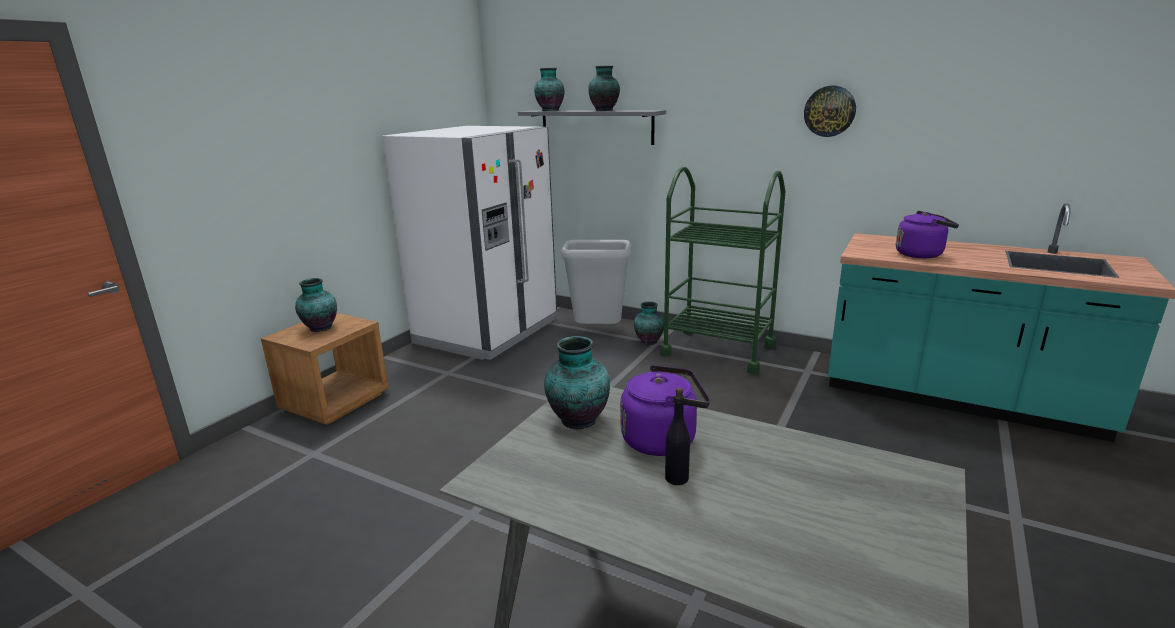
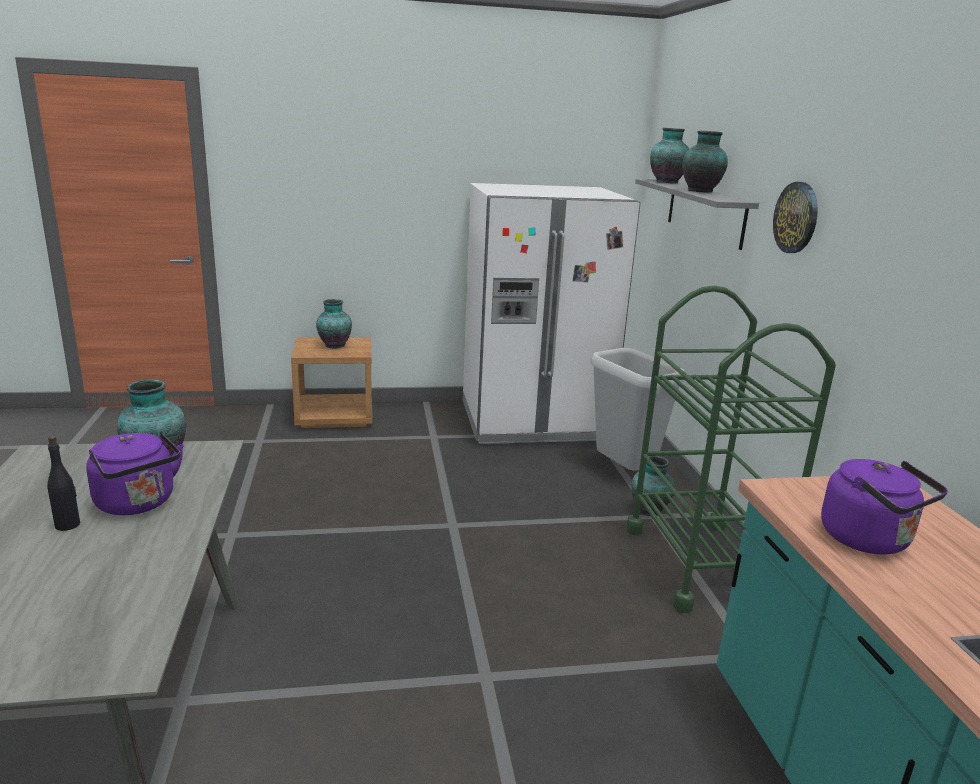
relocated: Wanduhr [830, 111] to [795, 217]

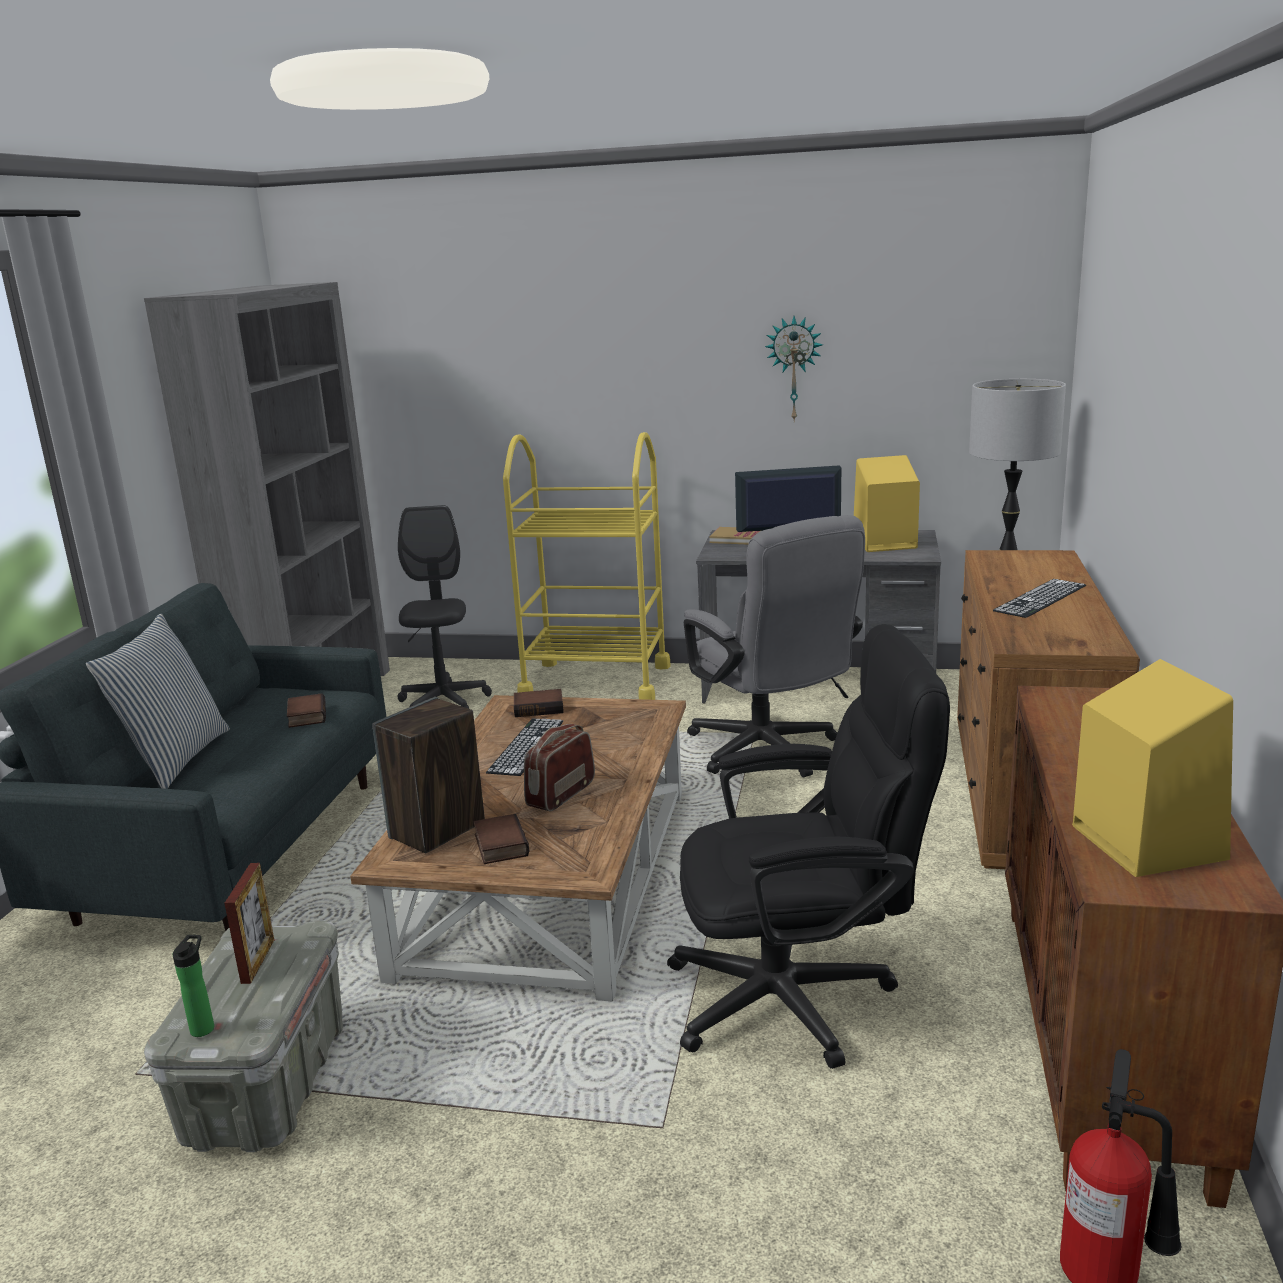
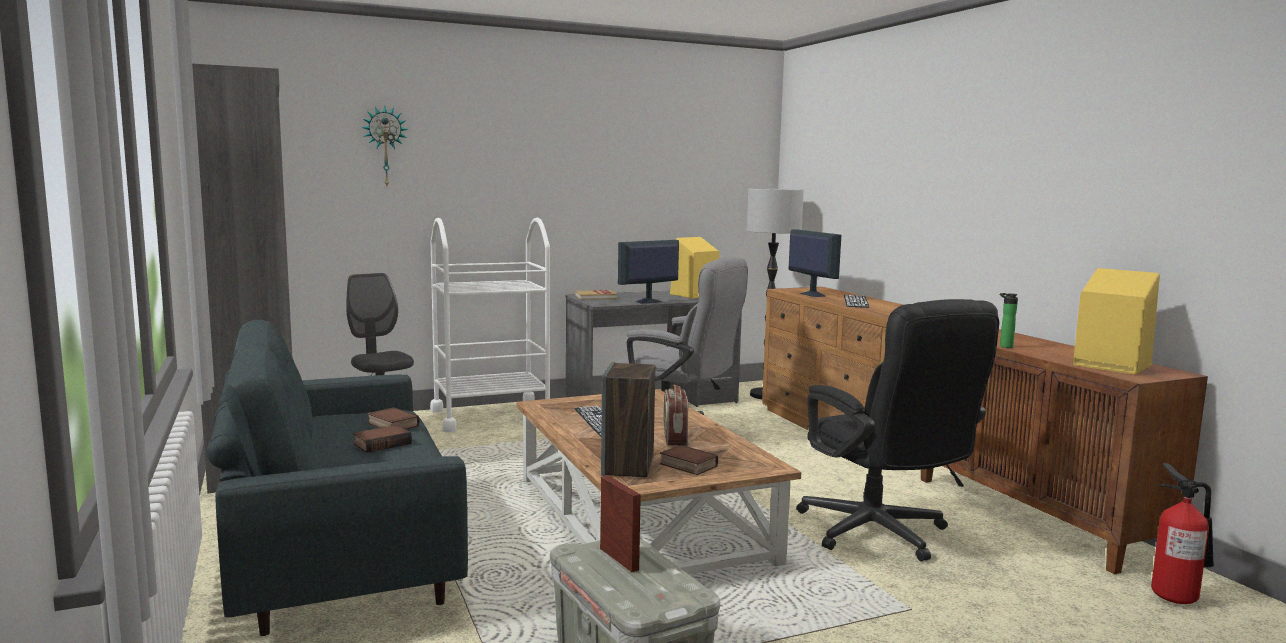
missing: Kissen [158, 701]
appeared: Monitor [815, 263]
relocated: Flasche [193, 986] to [1009, 320]; Buch [539, 703] to [382, 439]; Wanduhr [794, 369] to [385, 145]
colour: Rollwagen (gelb) [587, 566] to Rollwagen (weiß) [490, 324]
spun: Bürostuhl (schwarz) [808, 846] = [897, 430] 105 degrees clockwise

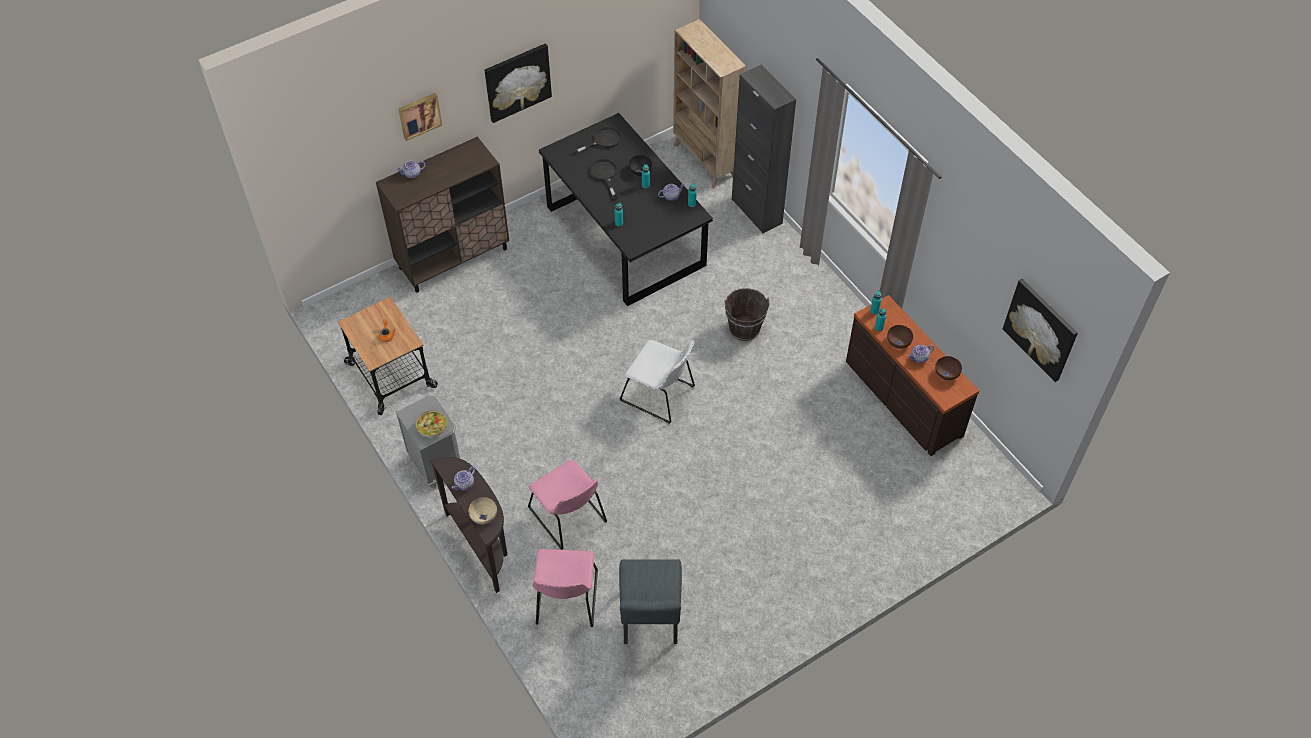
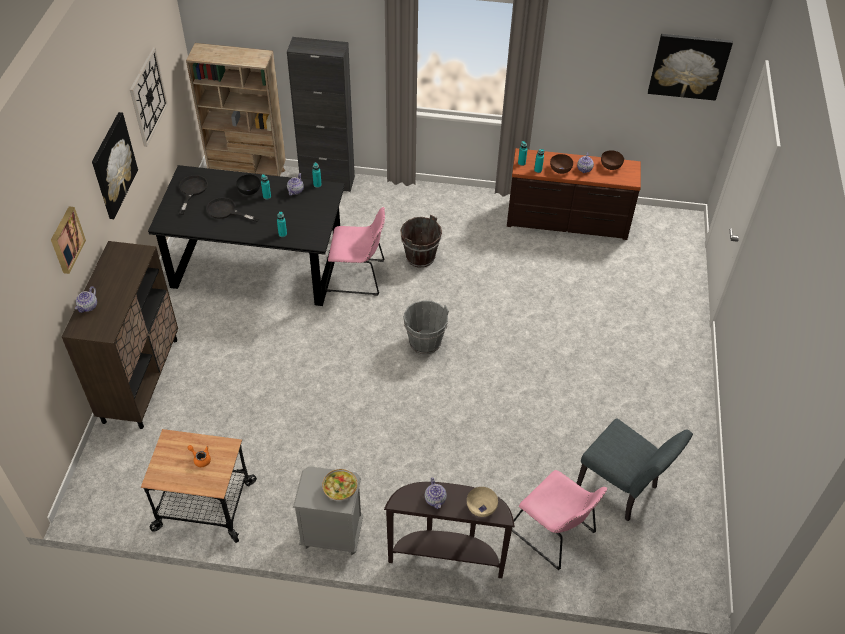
appeared: Wanduhr [149, 97]
relocated: Stuhl (rosa) [567, 505] to [355, 251]
exchanged: Stuhl (weiß) [657, 382] to Eimer (grau) [426, 328]

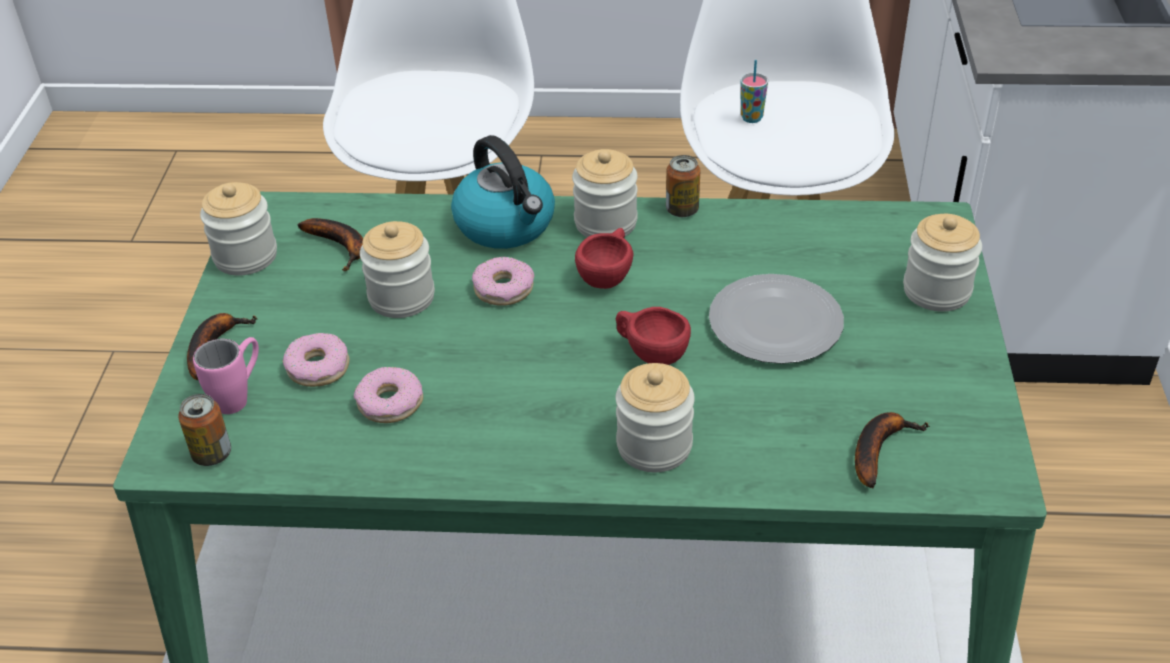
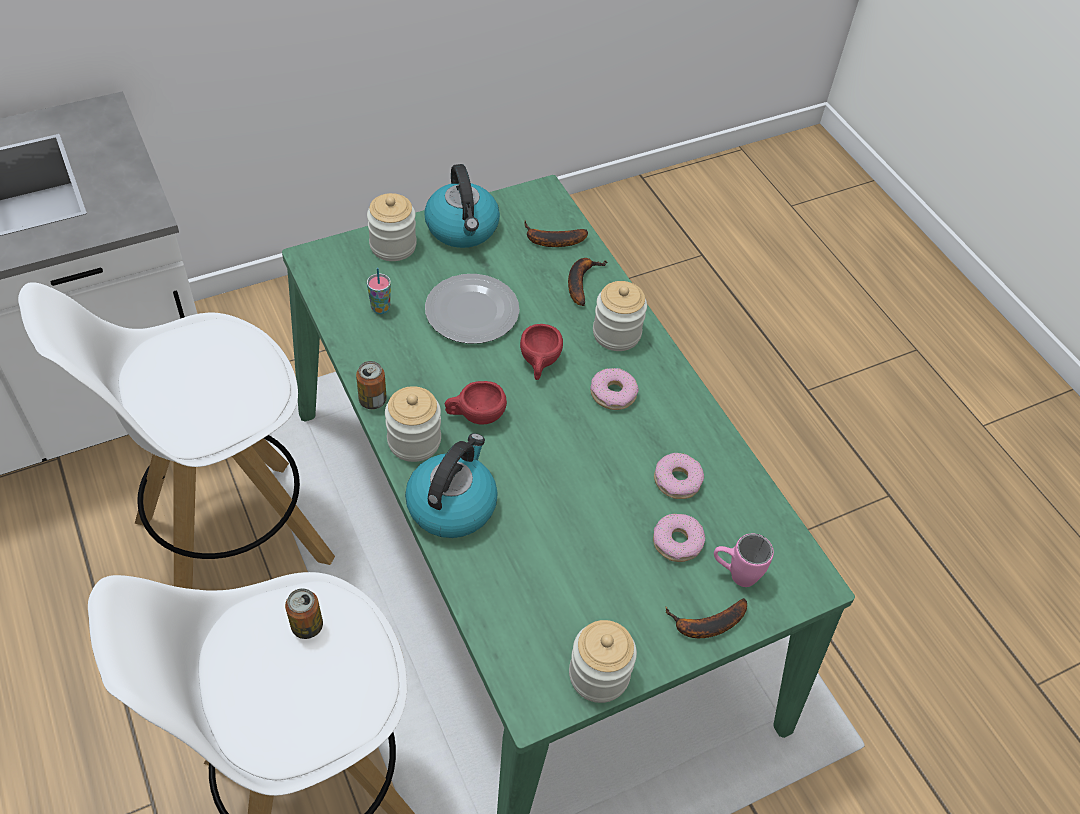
missing: Vorratsglas [397, 269]
appeared: Wasserkessel [462, 206]
relocated: Dose [204, 430] to [304, 613]; Banane [330, 244] to [587, 282]; Donut [503, 281] to [614, 389]; Tasse [754, 91] to [379, 291]

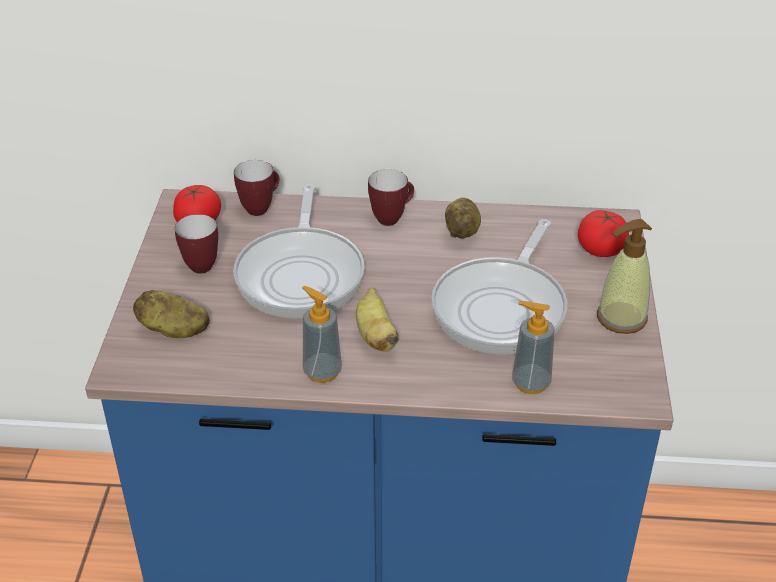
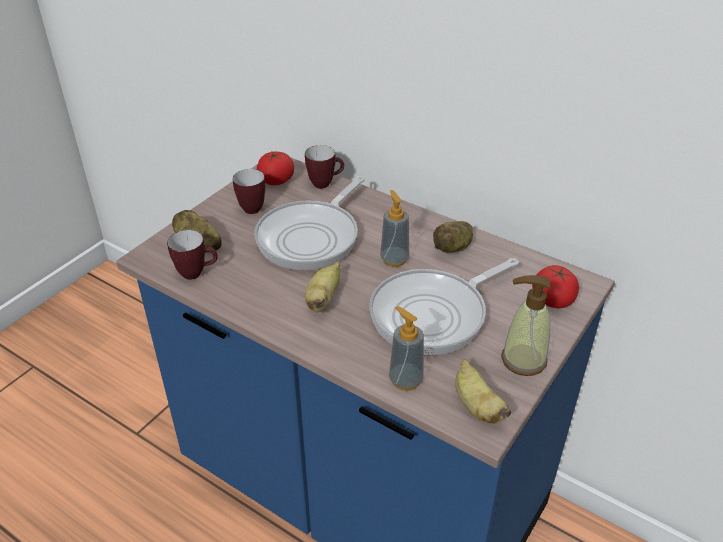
appeared: Banane [483, 391]
relocated: Seifenspender [322, 334] to [394, 228]; Henkelbecher [391, 197] to [192, 255]

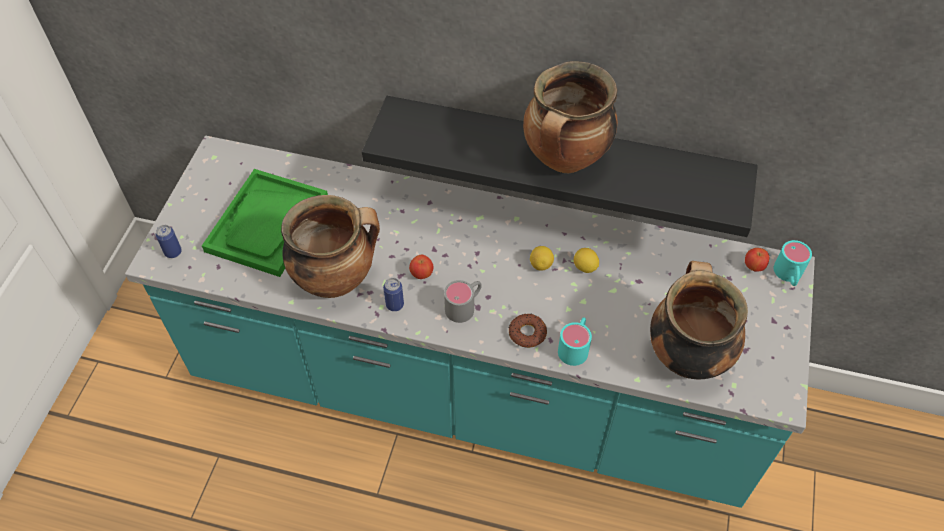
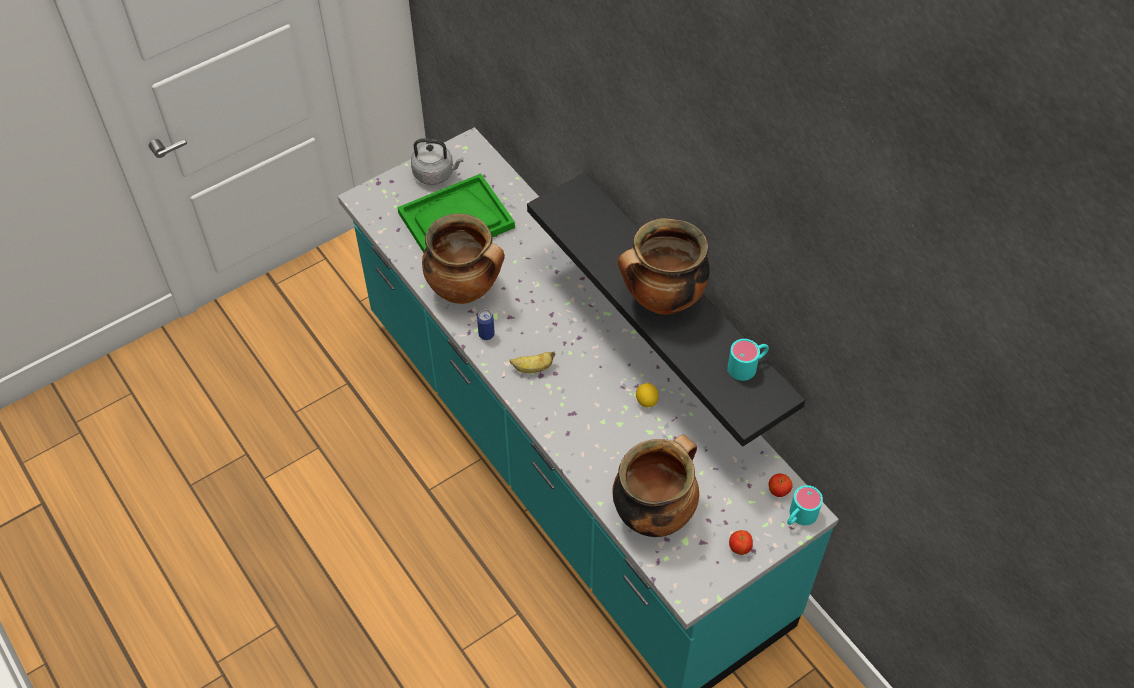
missing: Dose [169, 241]; Donut [528, 331]; Zitrone [542, 258]
appeared: Wasserkessel (grau) [437, 161]
relocated: Apfel [421, 267] to [741, 542]; Henkelbecher (türkis) [575, 341] to [748, 360]
exchanged: Henkelbecher (grau) [463, 301] to Banane [533, 362]

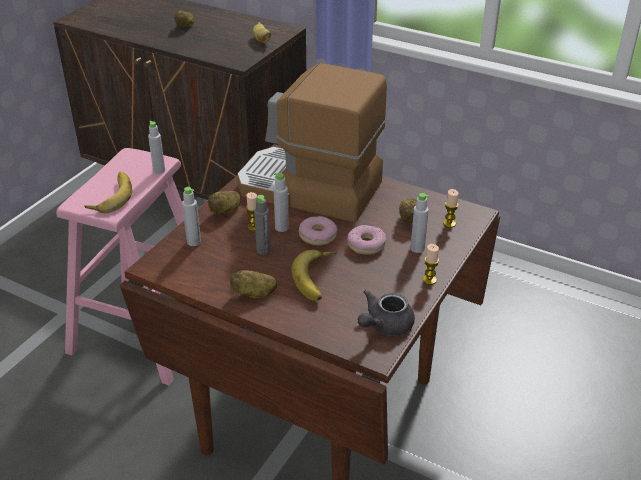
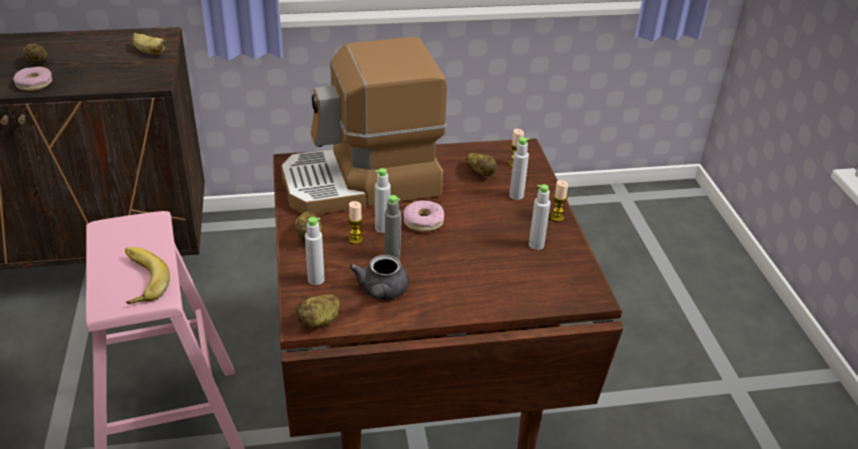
missing: Banane [314, 275]
relocated: Flasche (grau) [156, 147] to [540, 217]; Kartoffel [253, 284] to [318, 311]; Donut [367, 240] to [32, 78]; Teekanne (grau) [386, 313] to [379, 277]

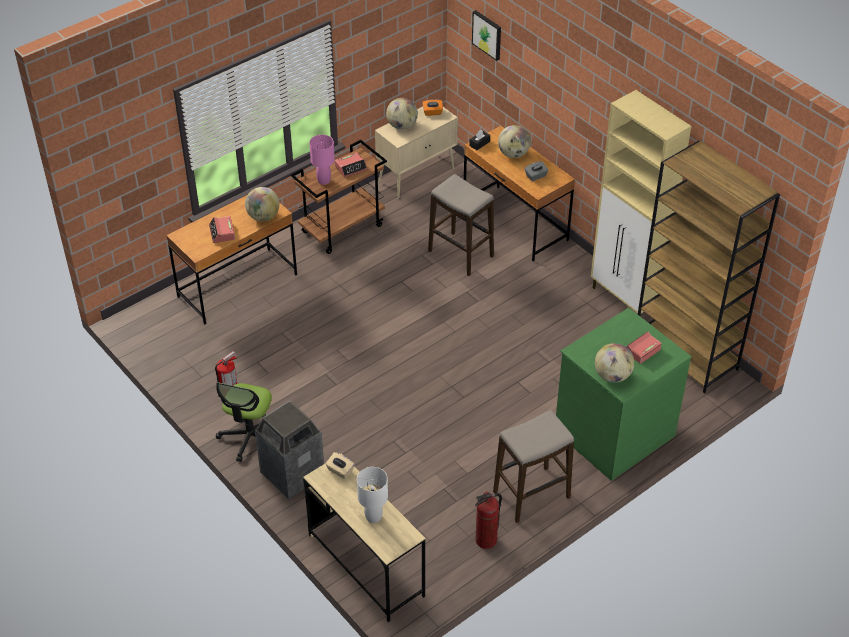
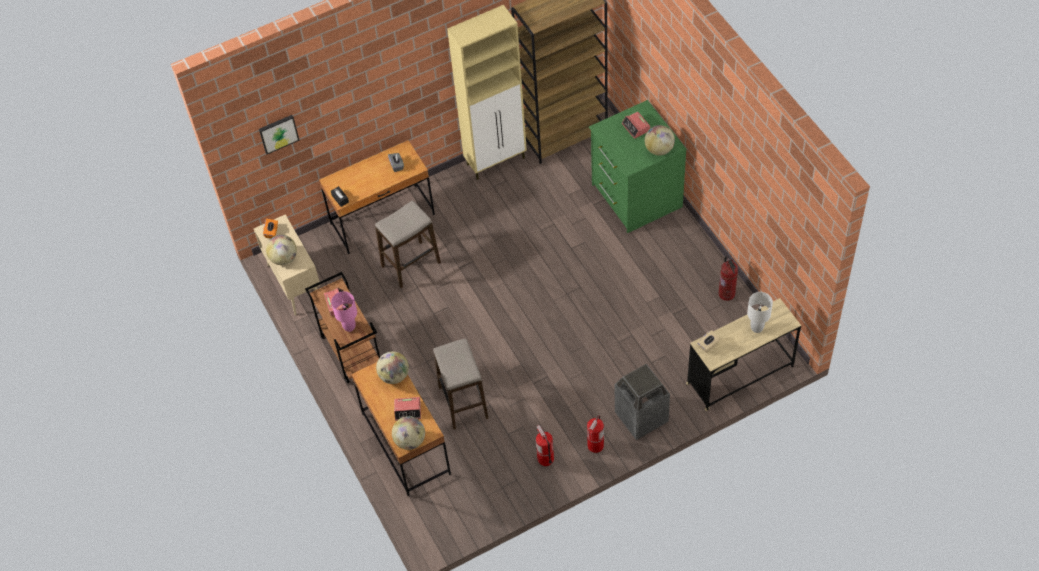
relocated: Hocker [533, 466] to [461, 384]; Globus [514, 141] to [408, 433]
exchanged: Bürostuhl [244, 422] to Feuerlöscher [595, 434]

